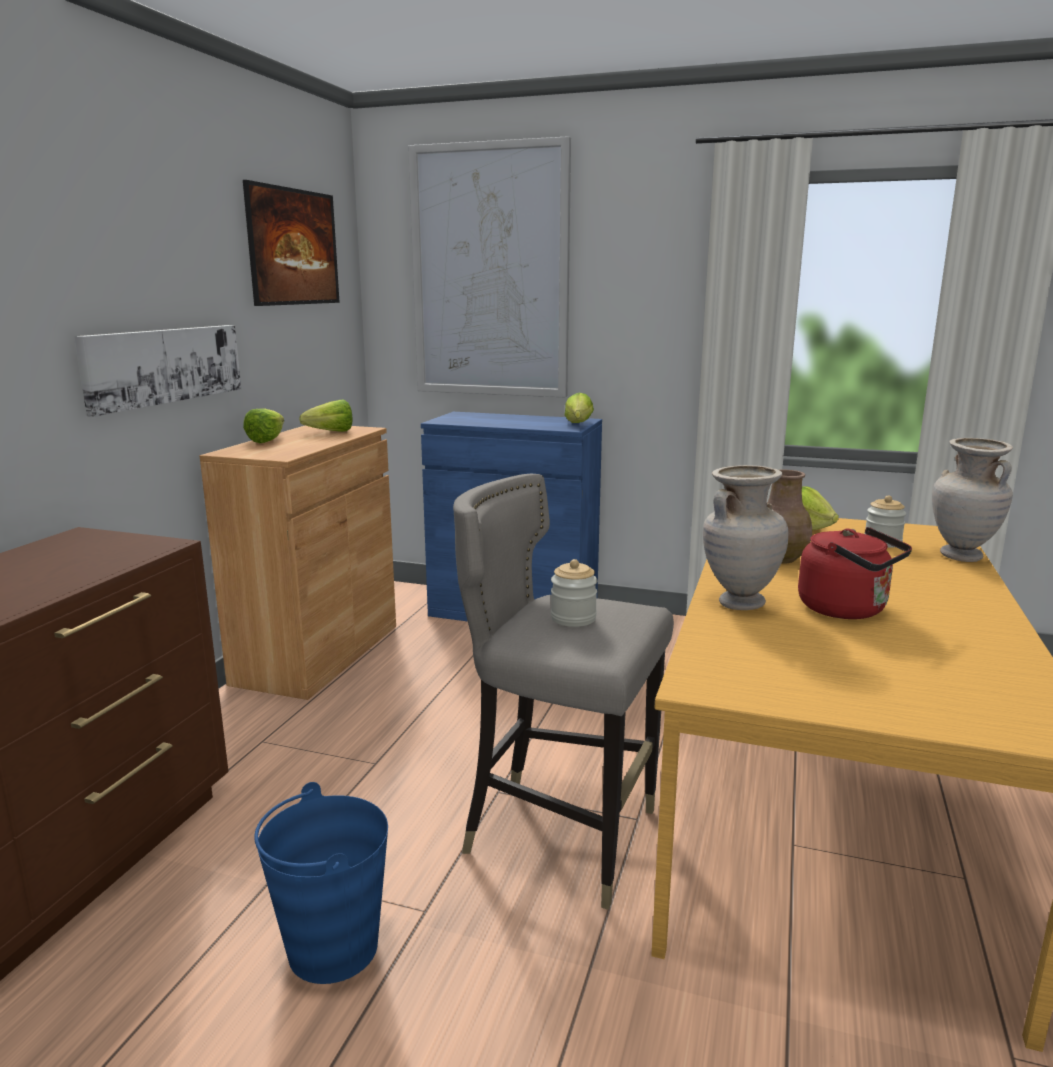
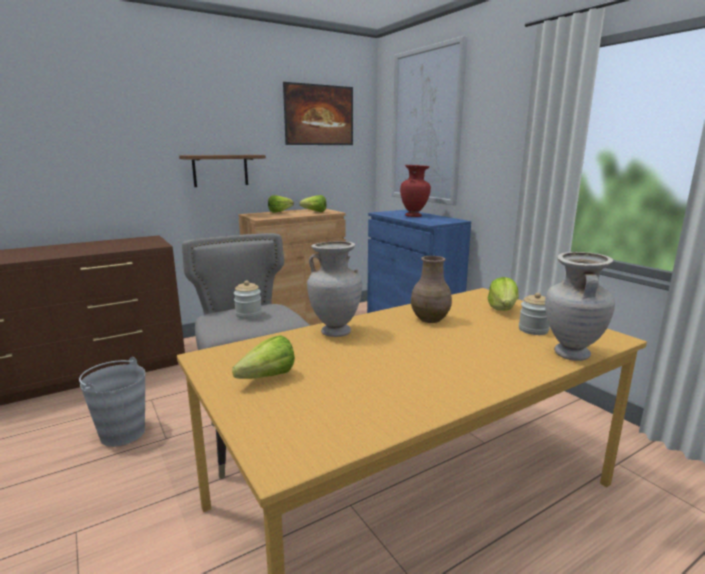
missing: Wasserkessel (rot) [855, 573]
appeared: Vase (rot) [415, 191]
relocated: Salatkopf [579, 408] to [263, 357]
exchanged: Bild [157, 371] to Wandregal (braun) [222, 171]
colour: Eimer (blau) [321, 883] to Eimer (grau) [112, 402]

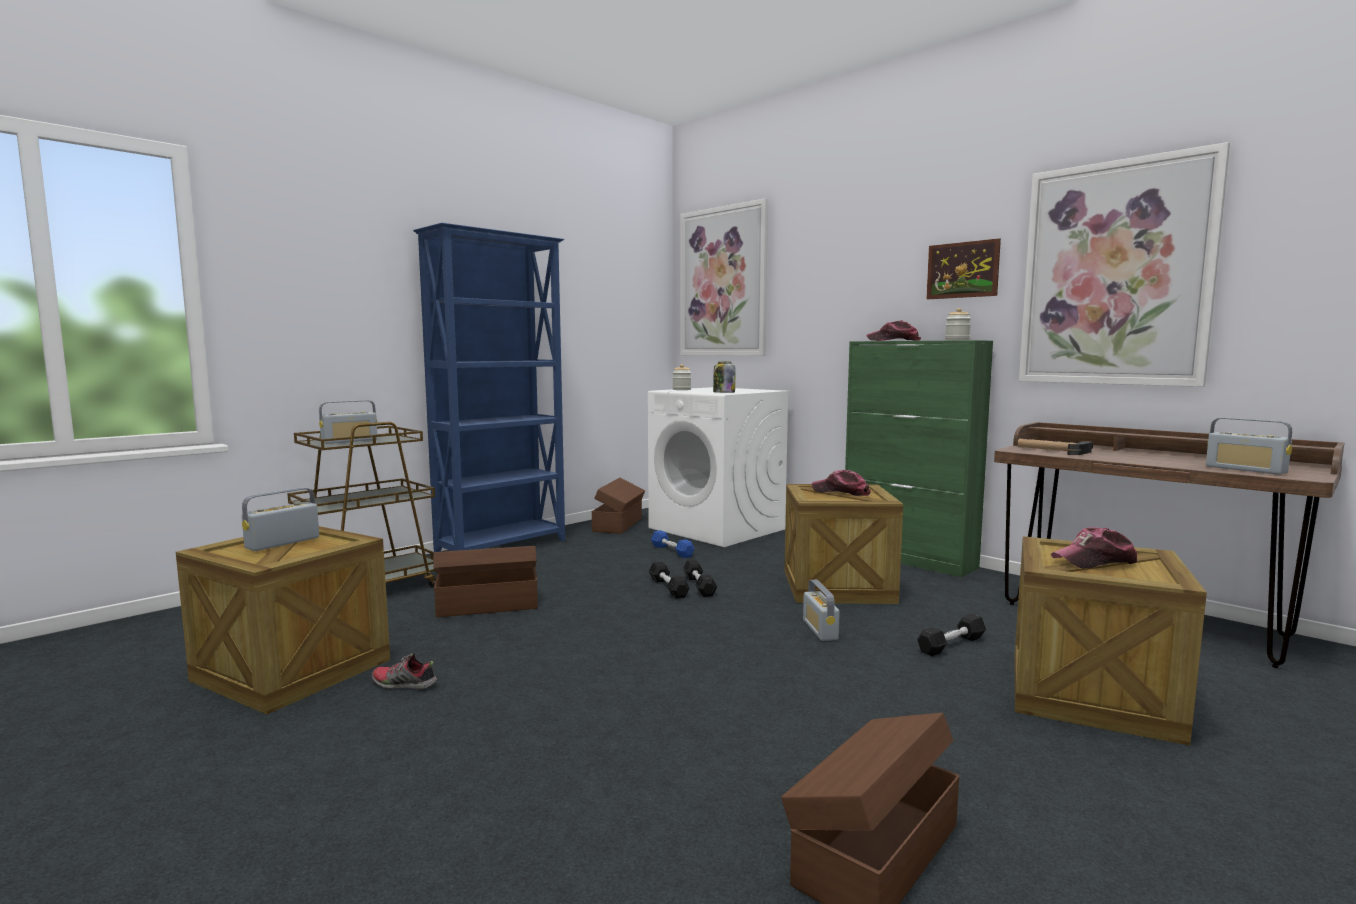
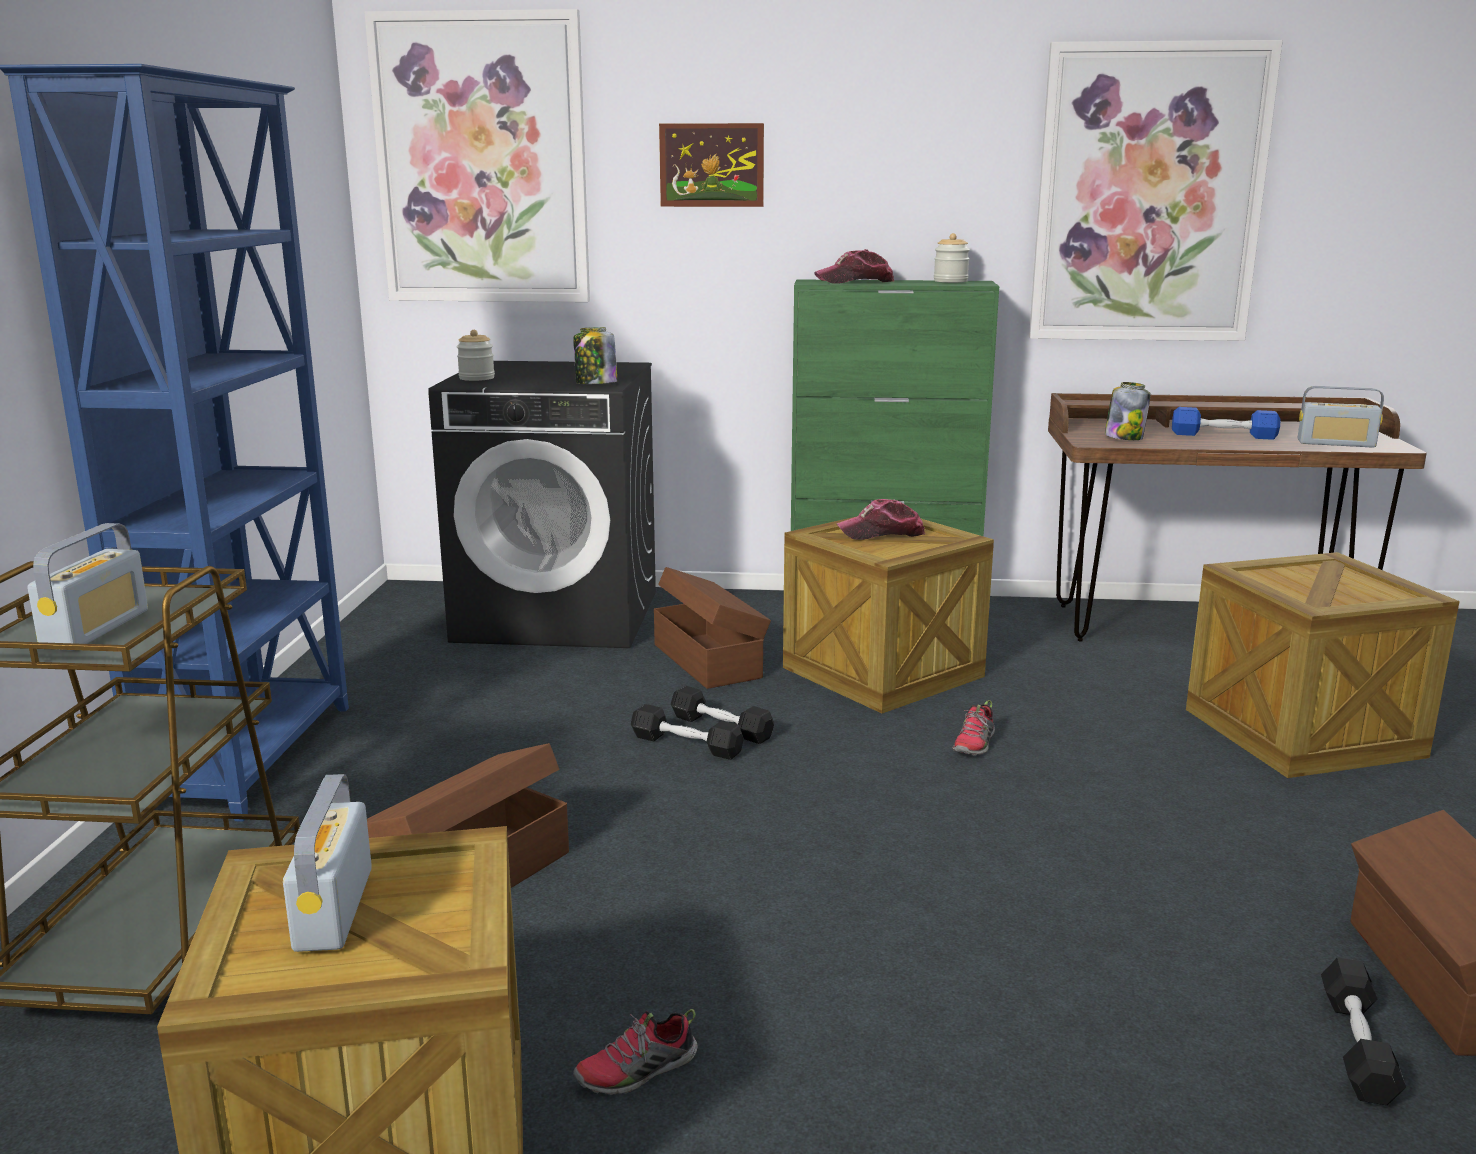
missing: Kappe [1094, 547]
relocated: Aufbewahrungsbox (braun) [618, 506] to [712, 628]; Hantel (blau) [673, 544] to [1226, 423]; Hantel (schwarz) [951, 635] to [1363, 1031]; Bild [963, 268] to [711, 165]
exchanged: Radio [821, 610] to Schuh [973, 727]; Hammer [1055, 447] to Vorratsglas [1128, 411]
colour: Waschmaschine (weiß) [719, 467] to Waschmaschine (schwarz) [542, 504]

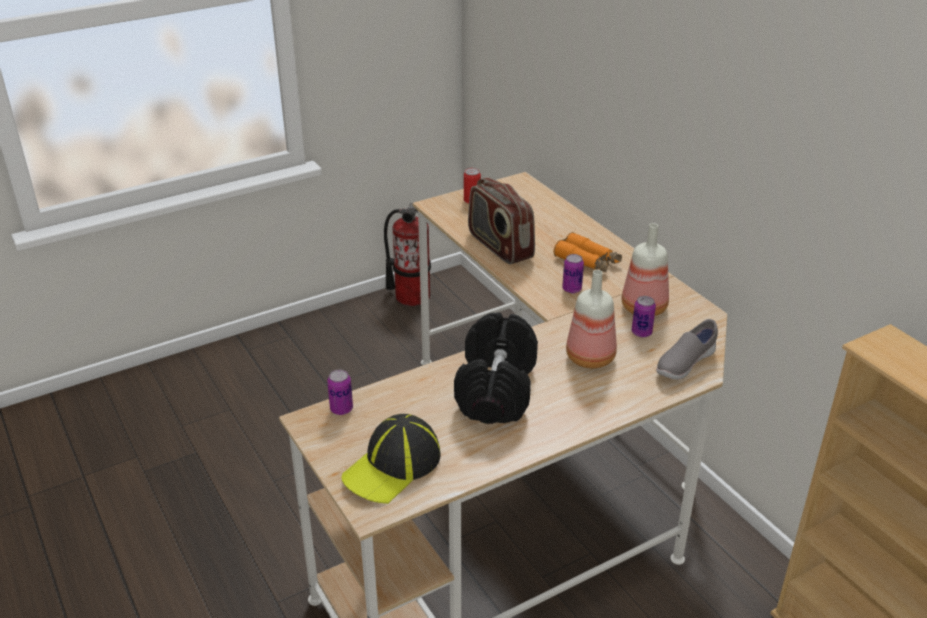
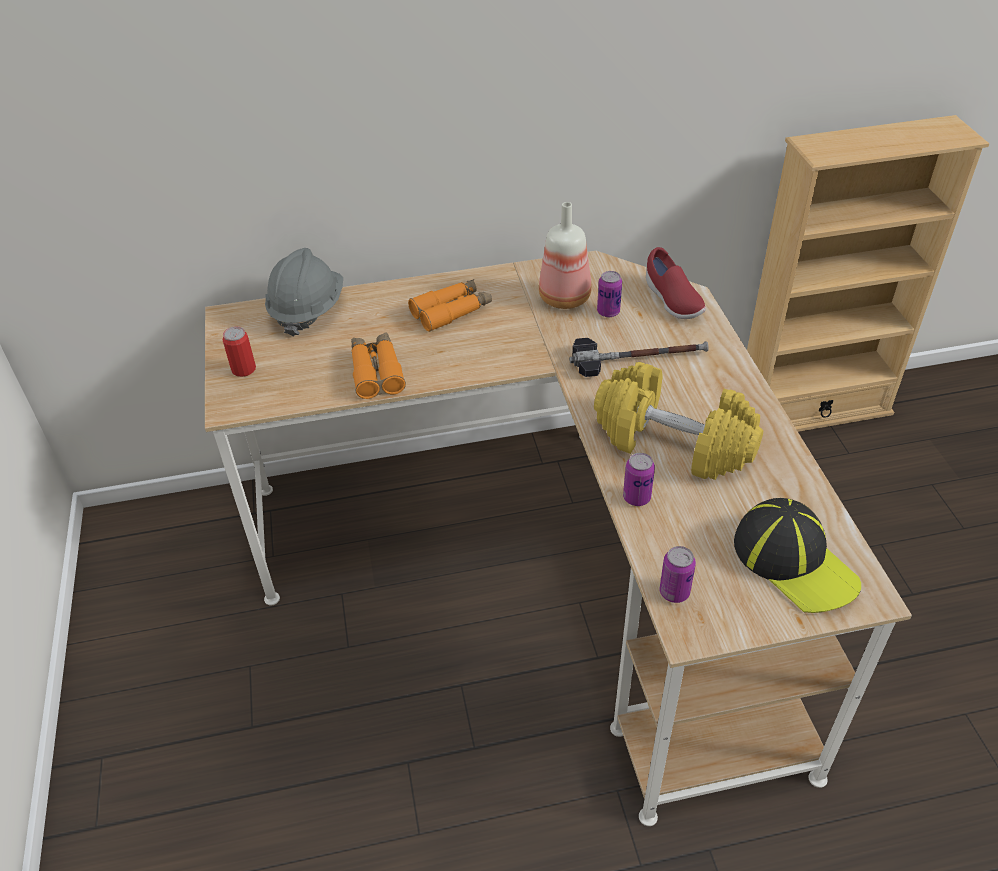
missing: Feuerlöscher [407, 254]
appeared: Schutzhelm (grau) [304, 292]
relocated: Dose [573, 273] to [639, 479]
exchanged: Radio [501, 220] to Fernglas (orange) [378, 365]; Flasche [591, 319] to Hammer [639, 357]
colour: Hantel (schwarz) [496, 368] to Hantel (gelb) [678, 421]; Schuh (grau) [687, 349] to Schuh (rot) [676, 283]

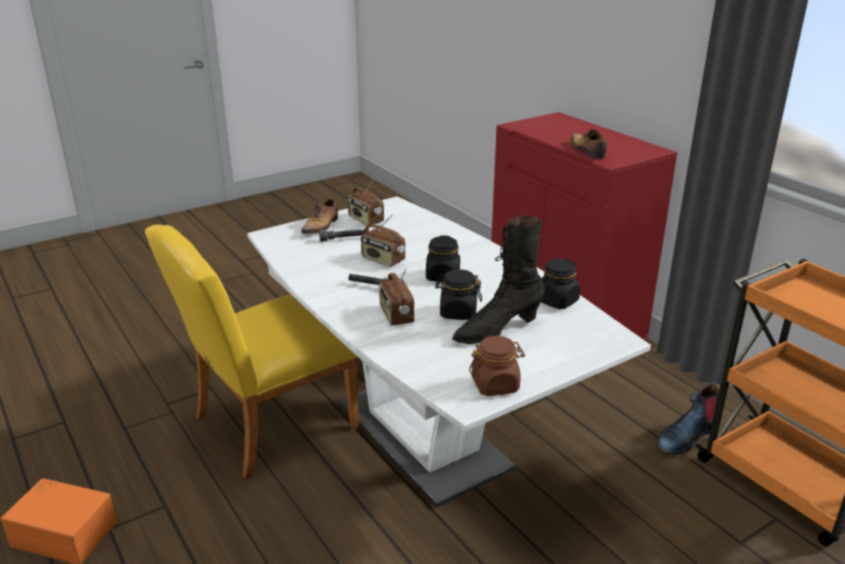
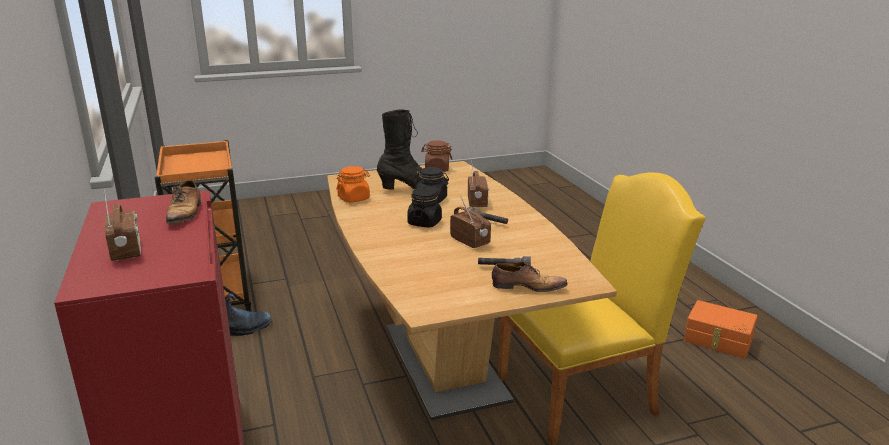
relocated: Radio [366, 202] to [122, 225]
colour: Esstisch (weiß) [449, 351] to Esstisch (braun) [472, 291]; Vorratsglas (schwarz) [560, 284] to Vorratsglas (orange) [353, 184]
spun: Schuh [319, 216] = [530, 277] 60 degrees clockwise

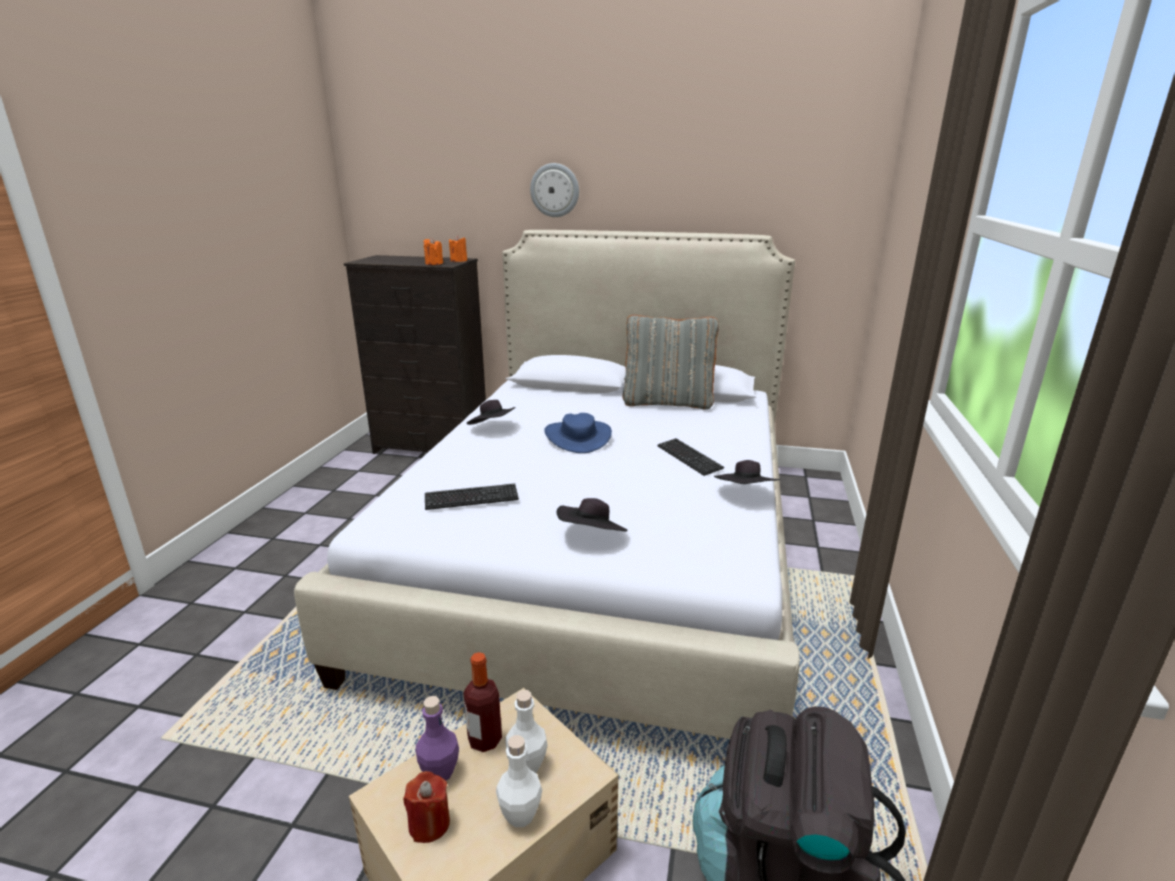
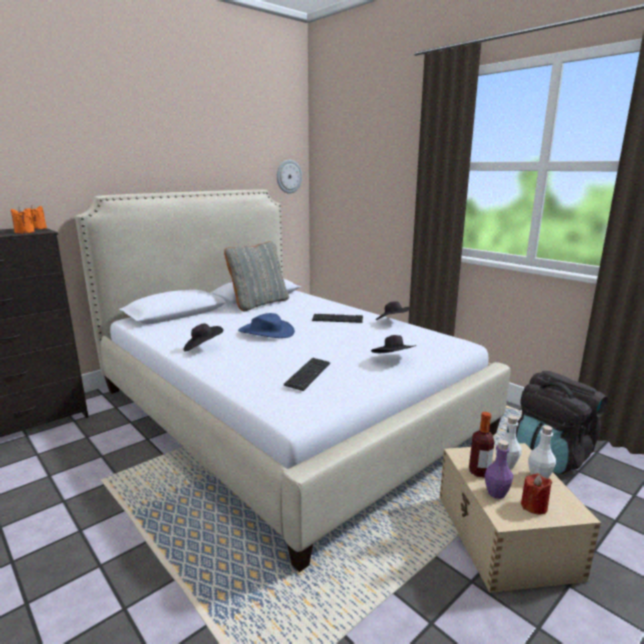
relocated: Wanduhr [554, 190] to [289, 177]

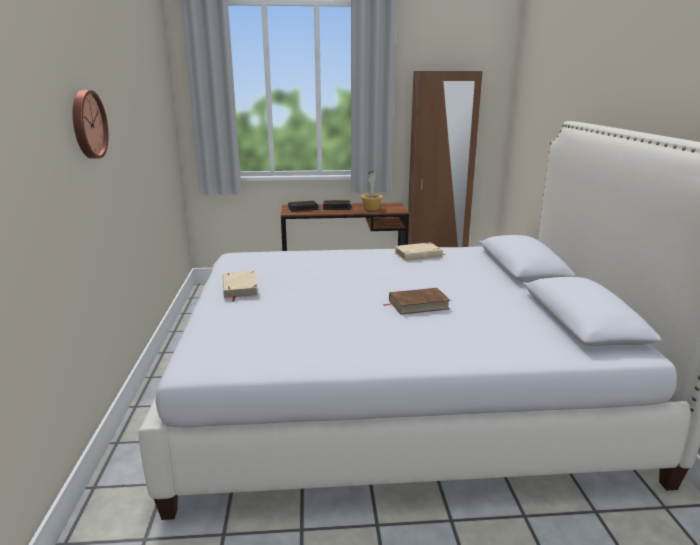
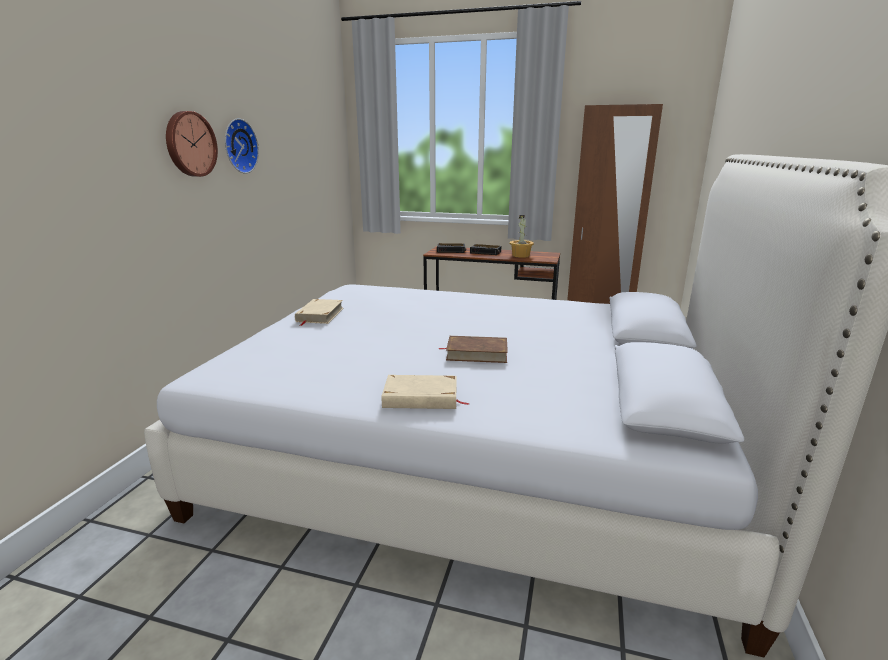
appeared: Wanduhr [242, 146]
relocated: Buch (beige) [420, 251] to [425, 392]

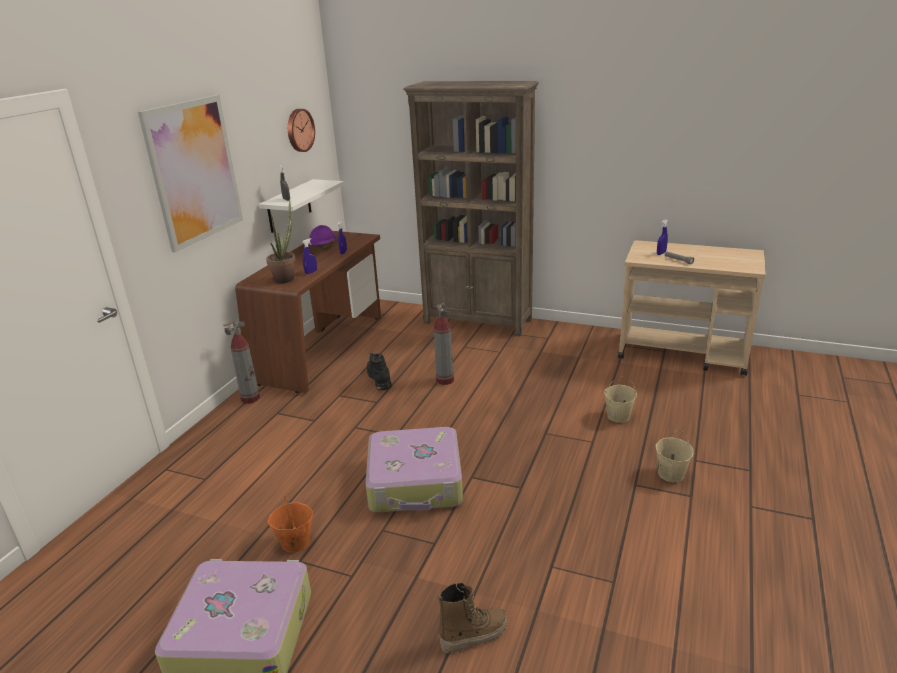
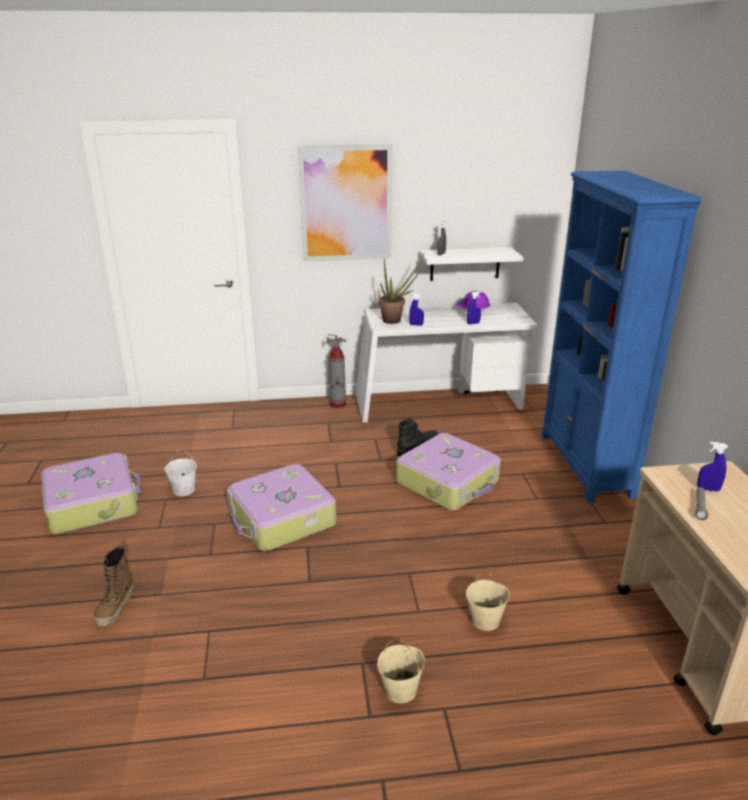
missing: Wanduhr [301, 130]
exchanged: Feuerlöscher [444, 344] to Koffer [448, 472]
colour: Schreibtisch (braun) [308, 312] to Schreibtisch (weiß) [447, 363]; Eimer (orange) [290, 524] to Eimer (weiß) [181, 473]; Bücherregal (braun) [471, 208] to Bücherregal (blau) [622, 336]
spun: Stiefel [472, 617] = [113, 585] 60 degrees clockwise

